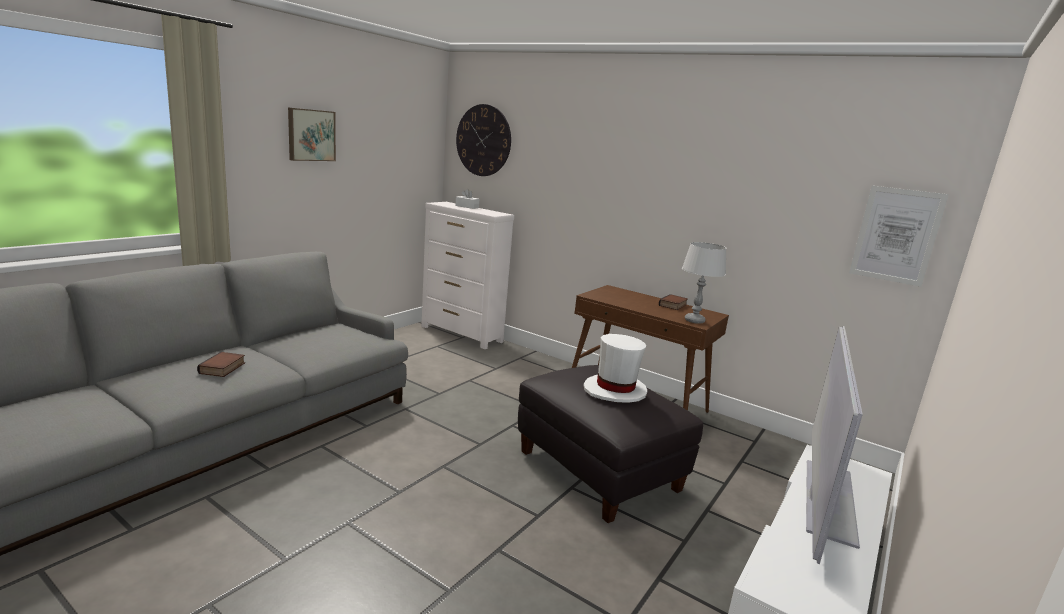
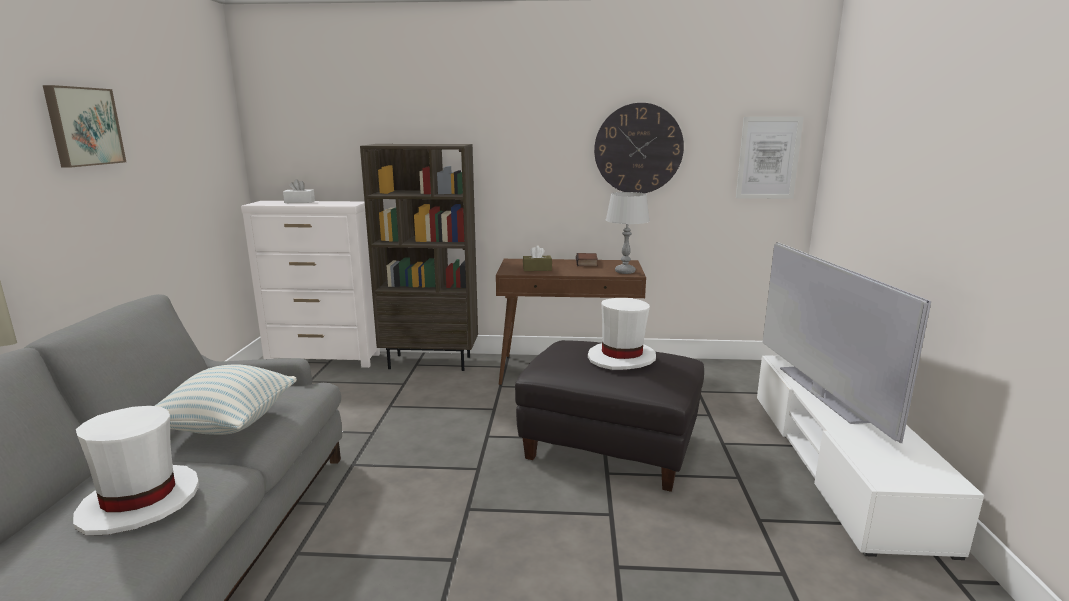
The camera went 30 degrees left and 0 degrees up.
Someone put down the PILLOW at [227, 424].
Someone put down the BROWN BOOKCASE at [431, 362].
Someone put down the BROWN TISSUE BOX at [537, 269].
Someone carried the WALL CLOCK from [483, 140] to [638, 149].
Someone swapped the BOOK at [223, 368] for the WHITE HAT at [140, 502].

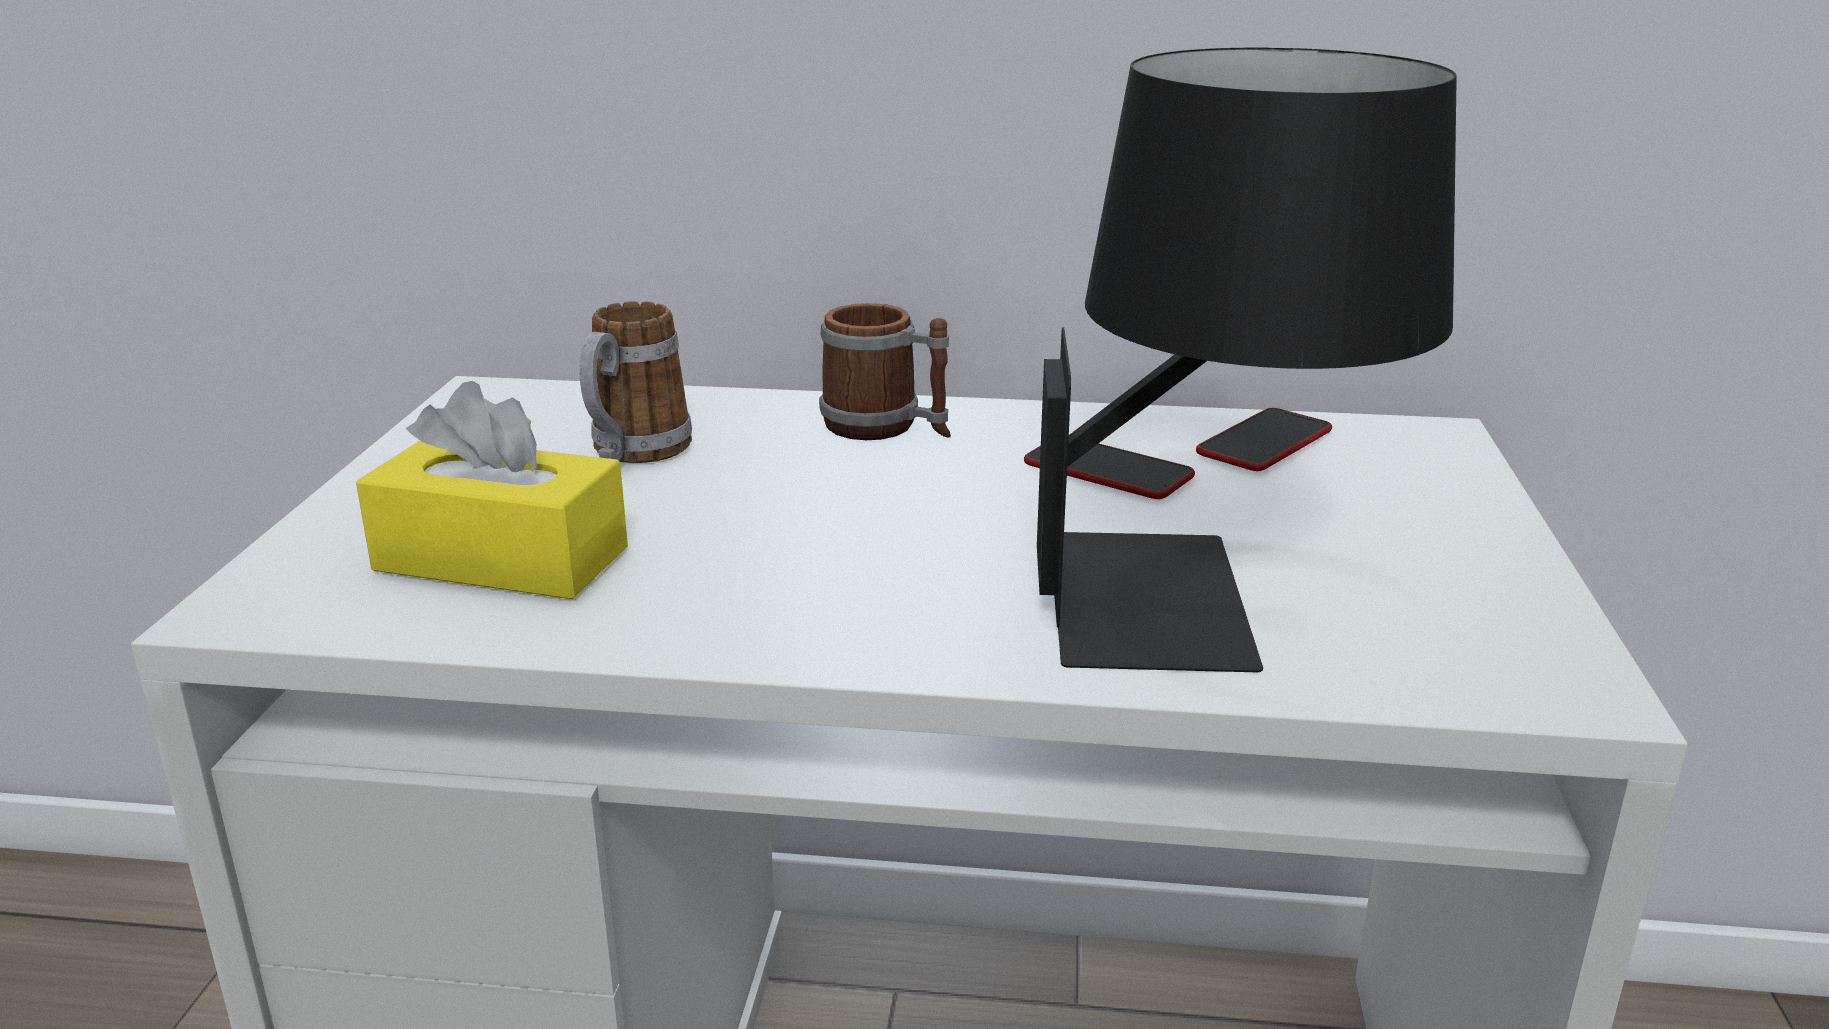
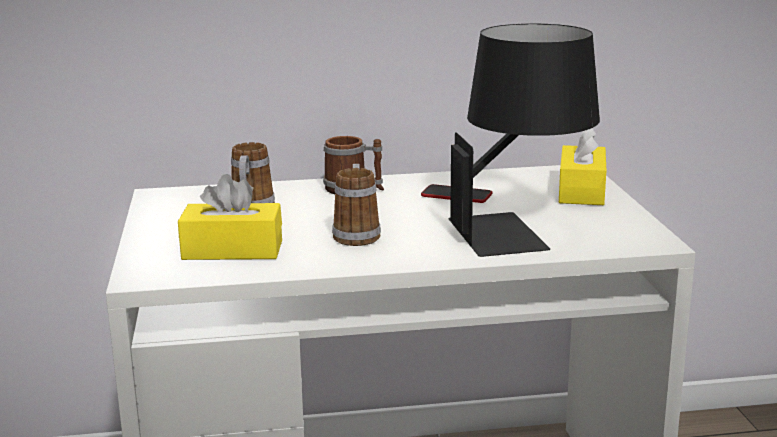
The camera went 15 degrees left and 5 degrees down.
Someone took away the PHONE at [1264, 442].
Someone put down the MUG at [356, 234].
Someone put down the YELLOW TISSUE BOX at [581, 191].

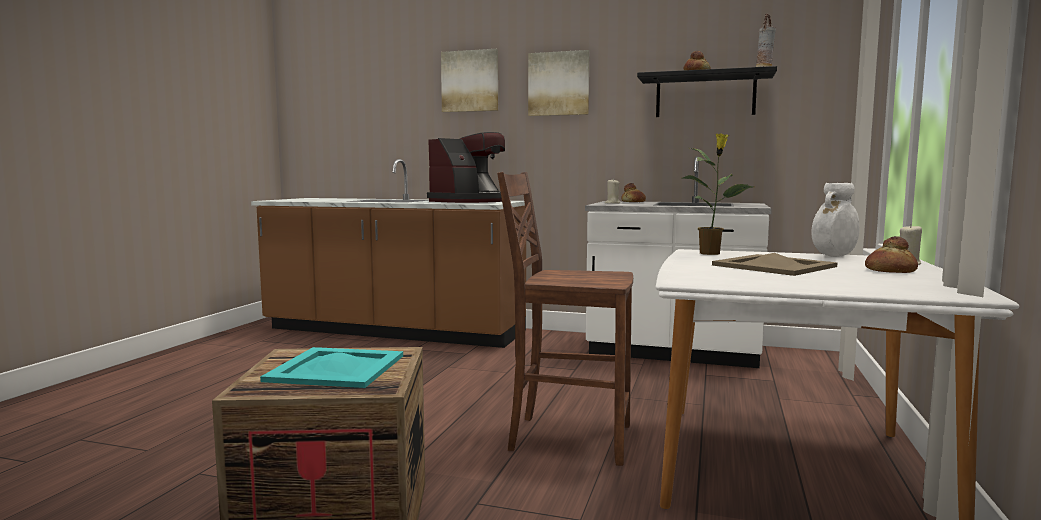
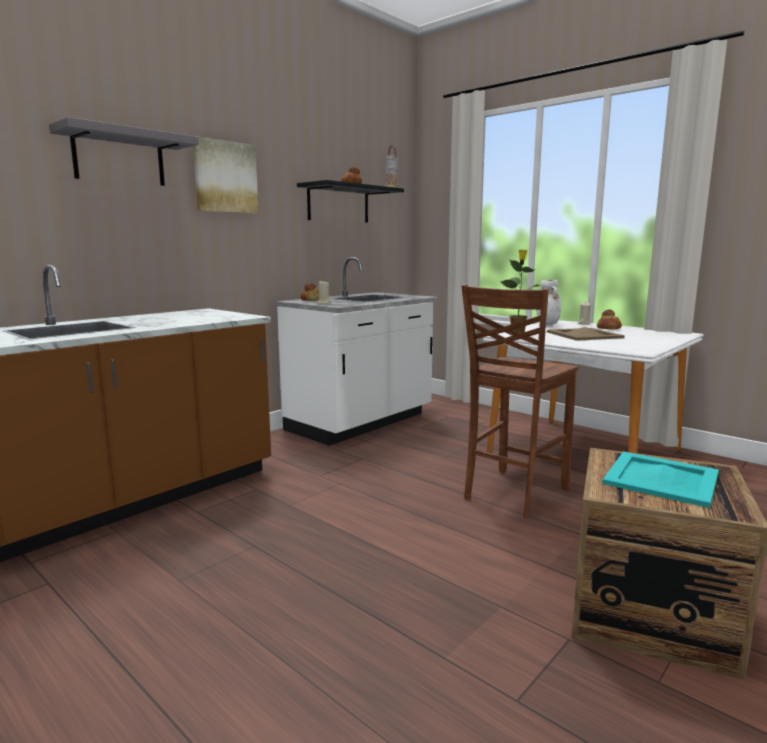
The camera went 65 degrees left and 5 degrees up.
Someone took away the COFFEE MACHINE at [470, 201].
Someone swapped the PICTURE at [470, 81] for the GREY SHELF at [119, 158].

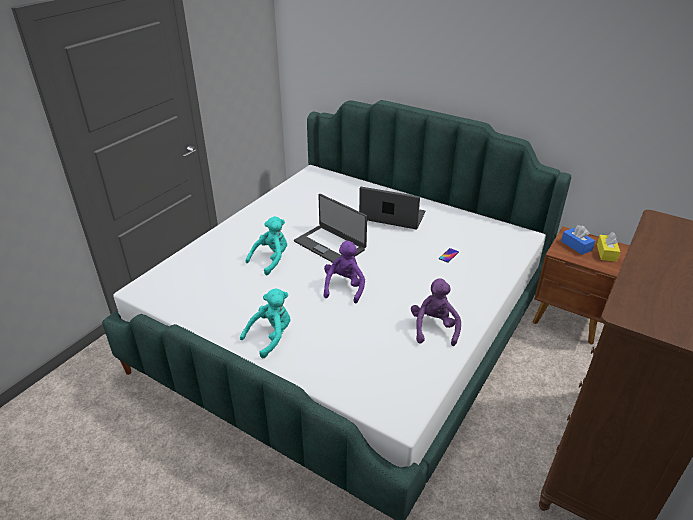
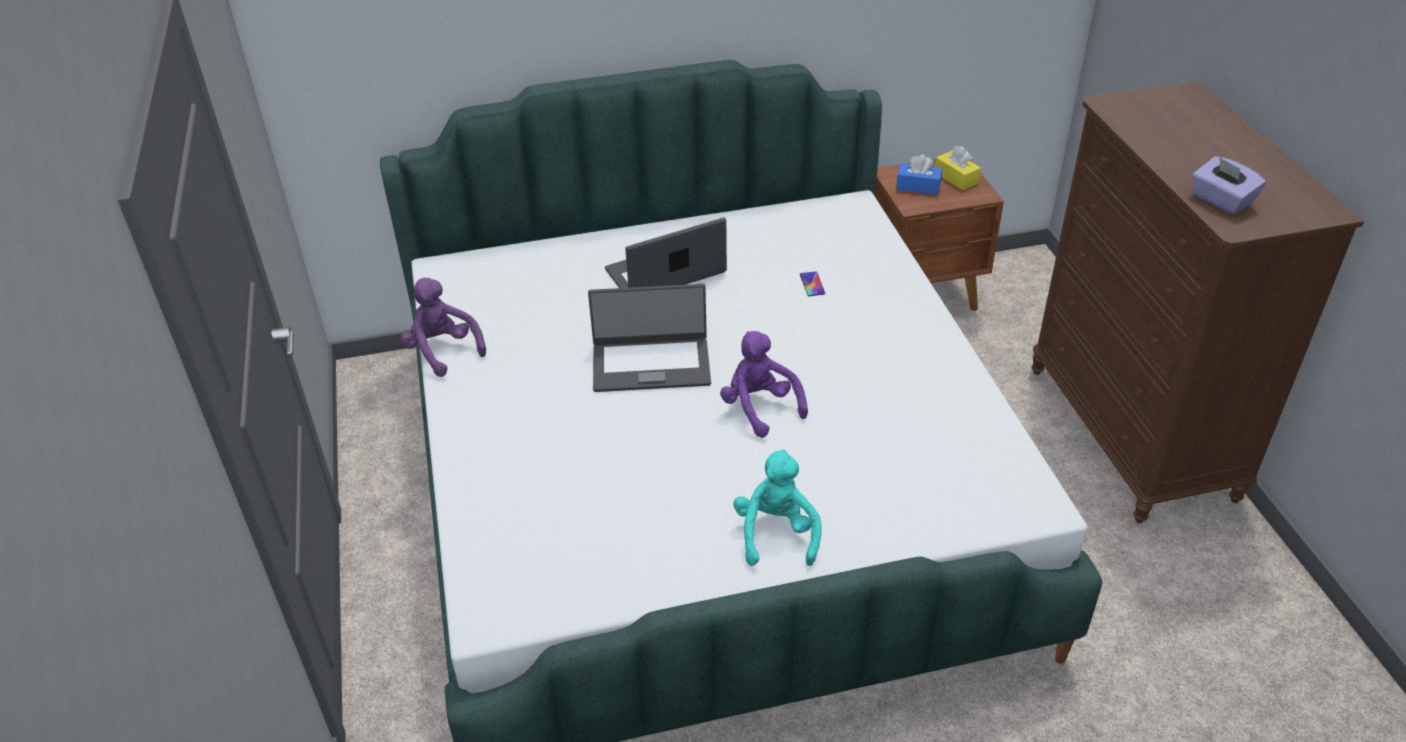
The camera went 45 degrees left and 5 degrees up.
Someone took away the TURQUOISE PLUSH TOY at [271, 260].
Someone put down the PURPLE TISSUE BOX at [1221, 200].
Someone carried the PURPLE PLUSH TOY from [434, 328] to [443, 351].

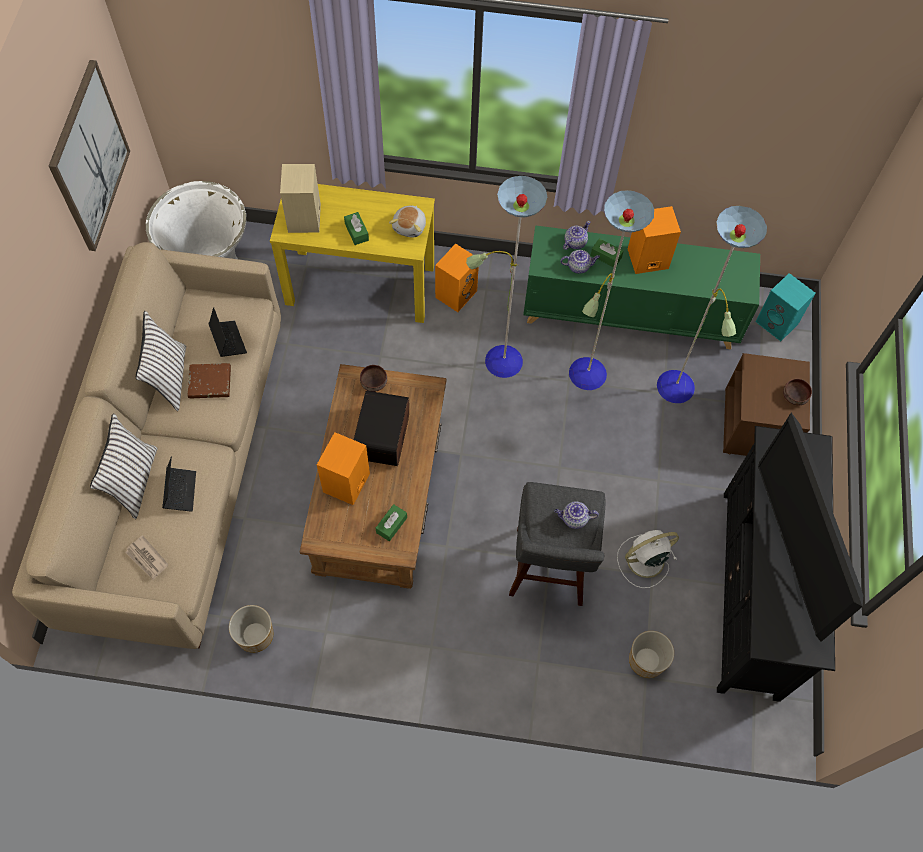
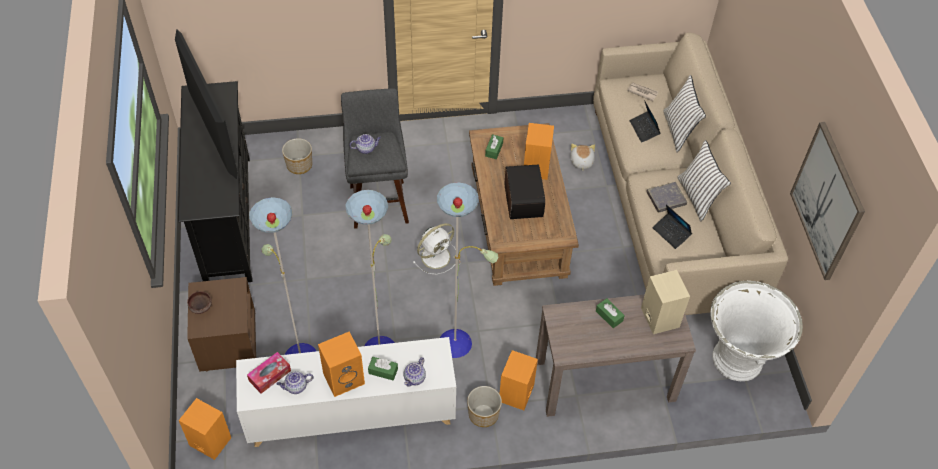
The camera went 165 degrees right and 10 degrees down.
Someone took away the BROWN BOWL at [373, 382].
Someone put down the TISSUE BOX at [270, 375].
Someone carried the PLANTER from [255, 635] to [483, 414].
Someone carried the PLUSH TOY from [410, 226] to [581, 162].
Someone carried the TEAPOT from [579, 266] to [296, 387].
Someone carried the WHITE FAN from [643, 560] to [437, 256].
Someone repainted the BROWN BOOK at [210, 382], which became the GREY BOOK at [666, 199].
Someone repainted the YELLOW CONSOLE TABLE at [361, 285], which became the BROWN CONSOLE TABLE at [604, 380].
Someone repainted the GREEN CABINET at [631, 315], which became the WHITE CABINET at [350, 414].
Someone repainted the TURQUOISE SPEAKER at [778, 323], which became the ORANGE SPEAKER at [209, 441].

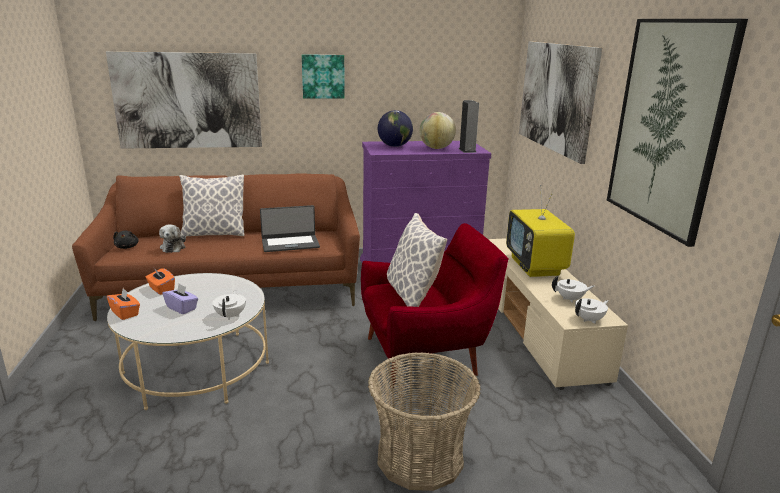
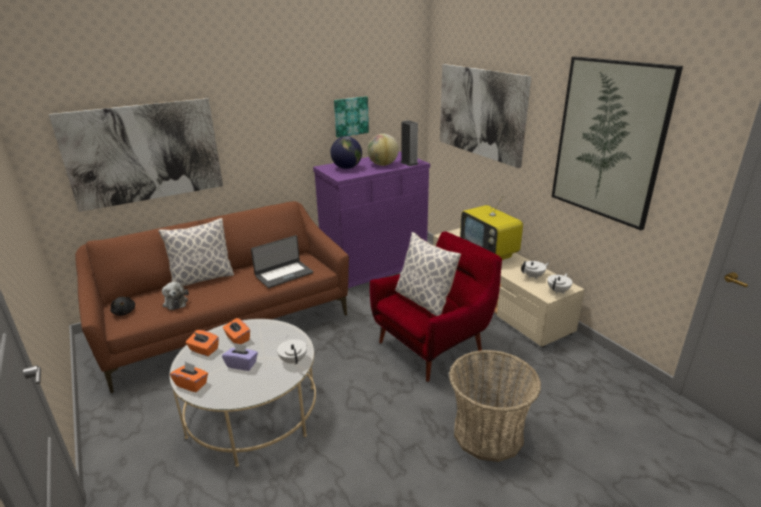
The camera went 20 degrees left and 5 degrees up.
Someone put down the ORANGE TISSUE BOX at [237, 338].
Someone carried the PICTURE from [323, 76] to [350, 116].

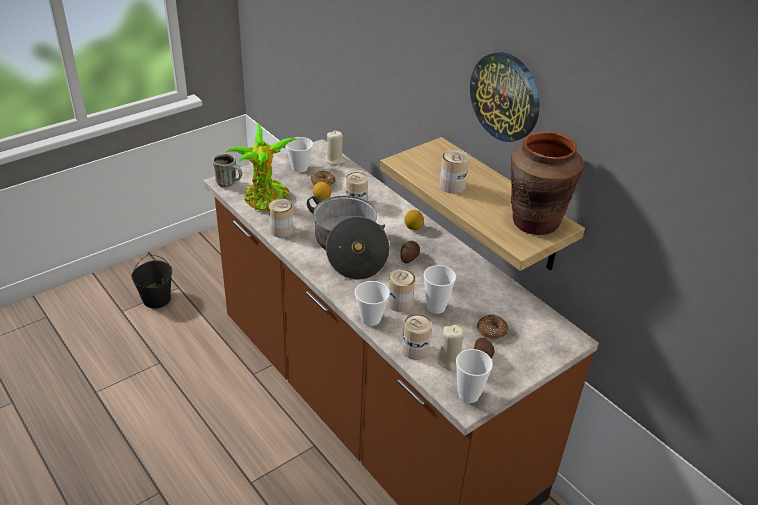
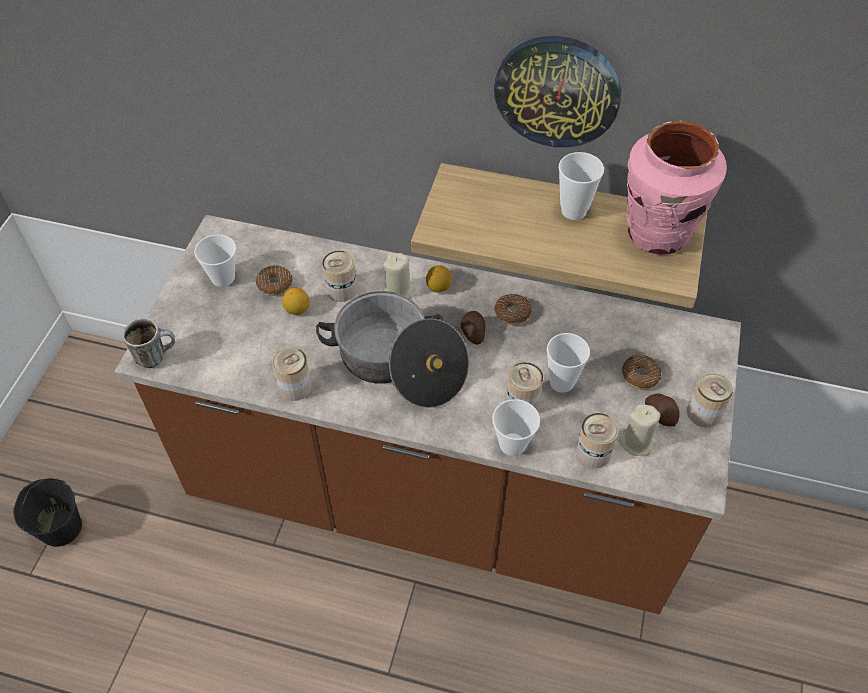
The camera went 35 degrees left and 15 degrees up.
Someone took away the POTTED PLANT at [266, 201].
Someone put down the DONUT at [512, 313].
Someone carried the BEIGE CANDLE from [335, 160] to [398, 291].
Someone carried the CAN from [452, 186] to [703, 412].
Someone carried the CUP from [468, 395] to [573, 211].
Someone repainted the BROWN VASE at [534, 222], which became the PINK VASE at [657, 234].

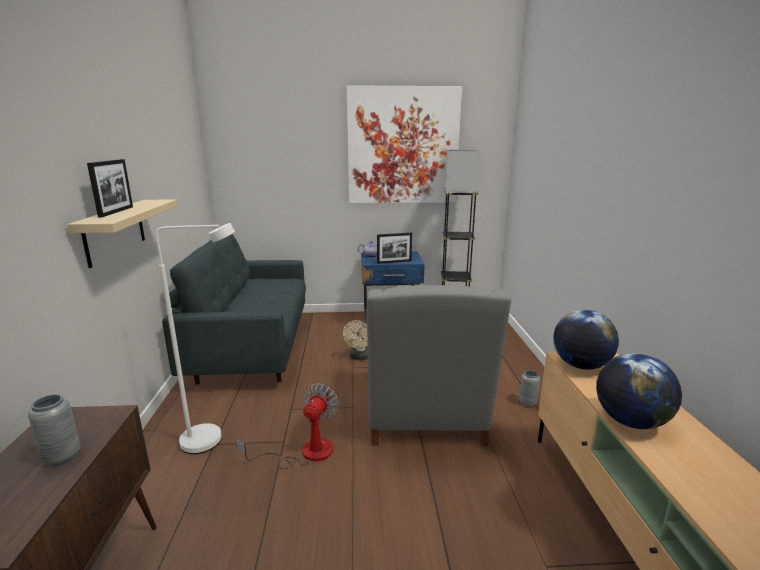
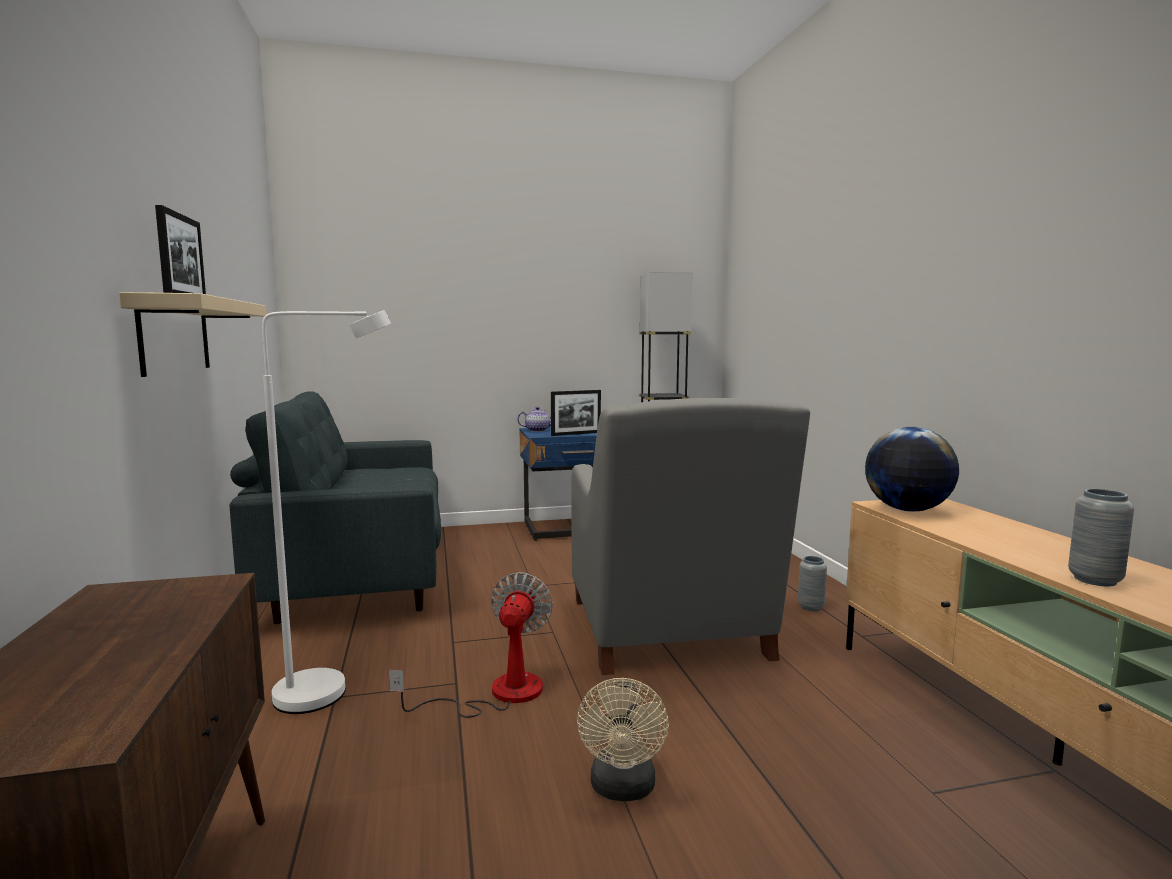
The camera went 10 degrees left and 10 degrees down.
Someone took away the PICTURE at [403, 146].
Someone took away the GLOBE at [630, 421].
Someone carried the GREY VASE from [62, 457] to [1095, 580].
Someone carried the BEIGE FAN from [359, 357] to [623, 789].

